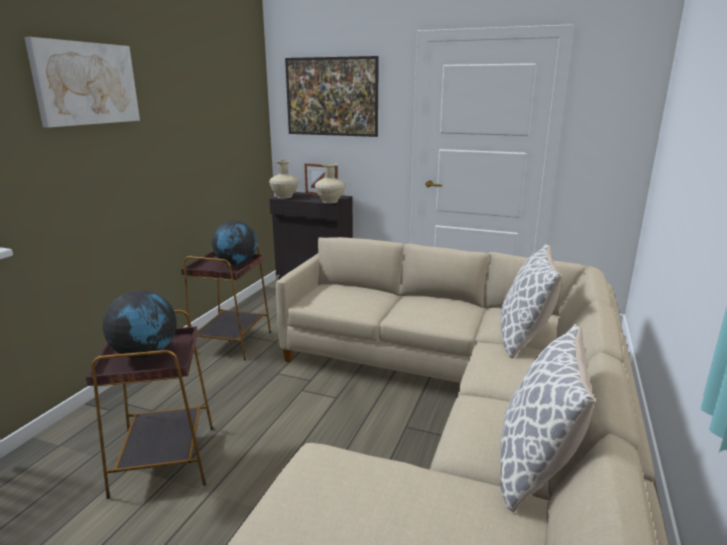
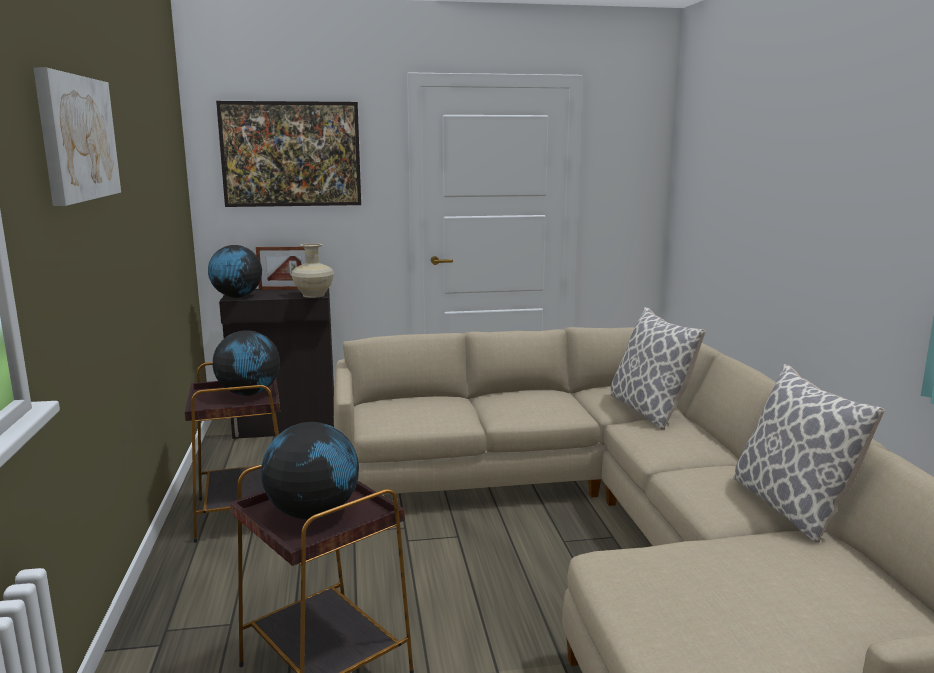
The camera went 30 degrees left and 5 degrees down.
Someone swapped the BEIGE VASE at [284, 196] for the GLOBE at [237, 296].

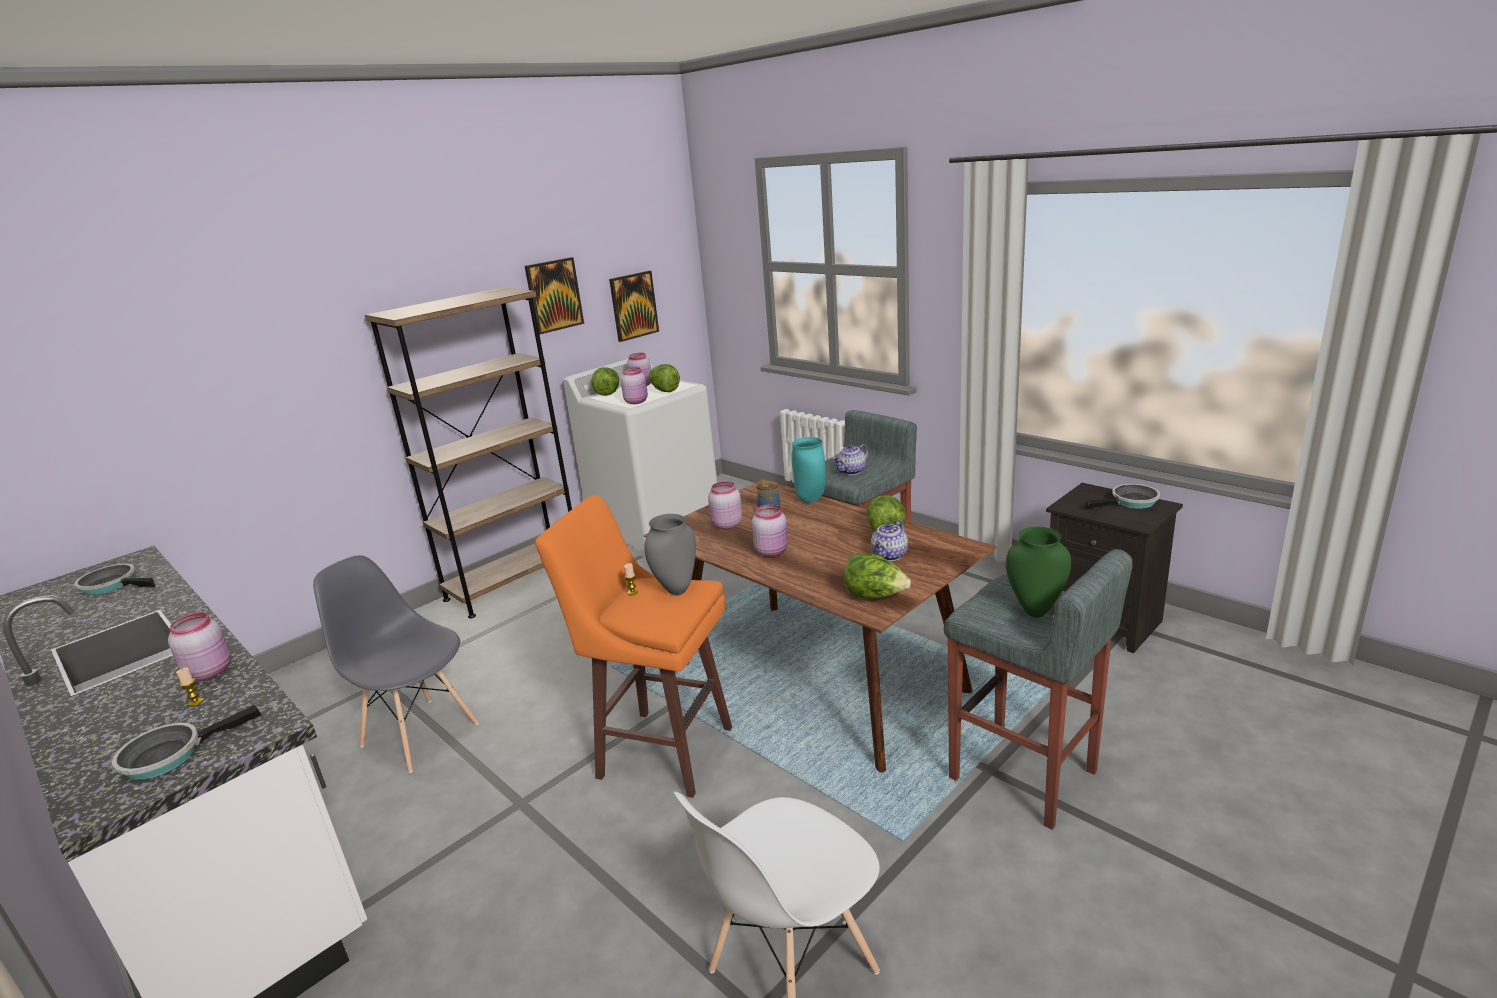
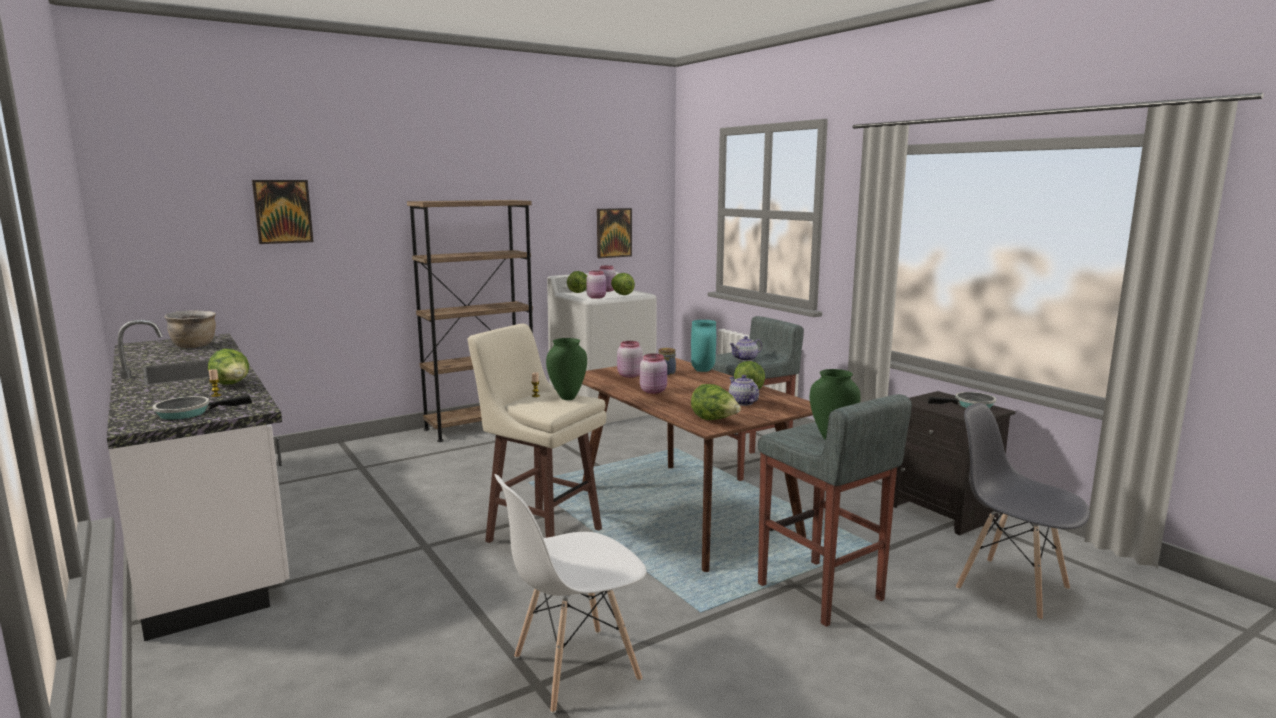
The camera went 10 degrees right and 10 degrees down.
Someone carried the GREY CHAIR from [419, 734] to [1011, 587].
Someone carried the PICTURE from [554, 295] to [283, 211].
Someone swapped the FRYING PAN at [113, 585] for the BROWN COOKING POT at [194, 346].
Someone swapped the PINK JAR at [210, 671] for the LETTUCE at [232, 385].
Someone repainted the ORANGE STOOL at [662, 751], which became the BEIGE STOOL at [542, 534].
Someone repainted the GREY VASE at [676, 590], which became the GREEN VASE at [567, 398].
Someone rotated the TEAPOT at [890, 556] by 105 degrees clockwise.

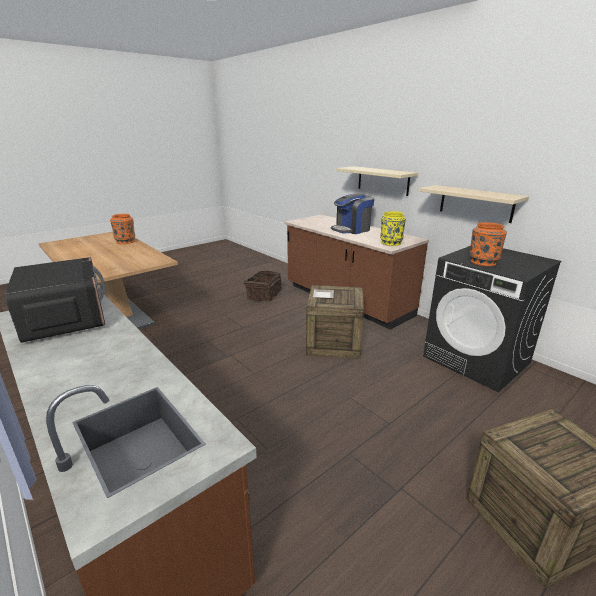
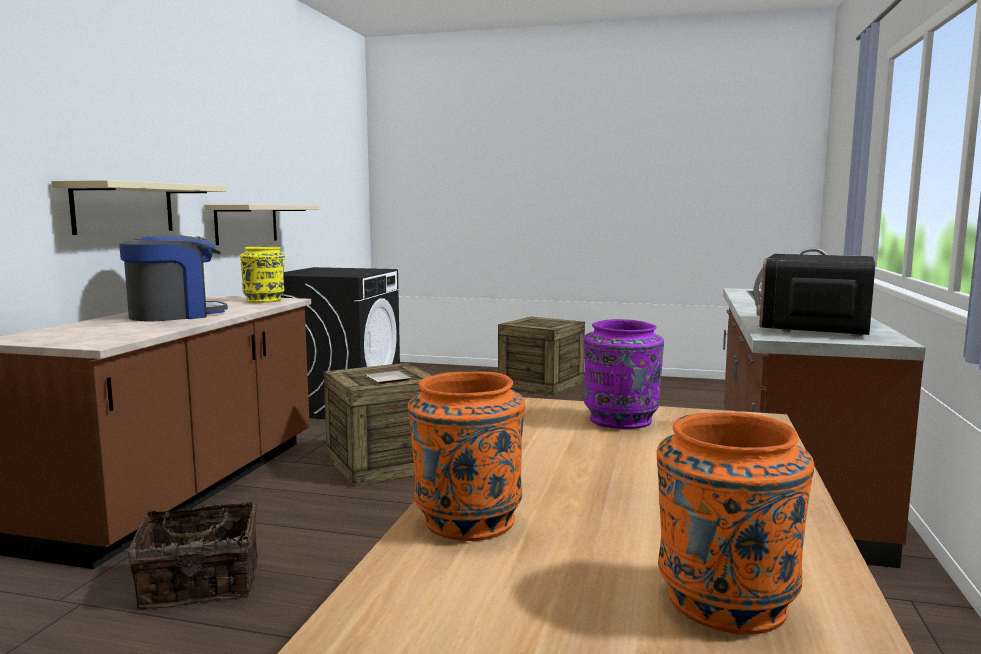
The camera went 125 degrees left and 15 degrees down.
Someone put down the PURPLE VASE at [621, 421].
Someone carried the ORANGE VASE from [482, 262] to [725, 603].
Someone rotated the COFFEE MACHINE at [351, 229] by 60 degrees counterclockwise.

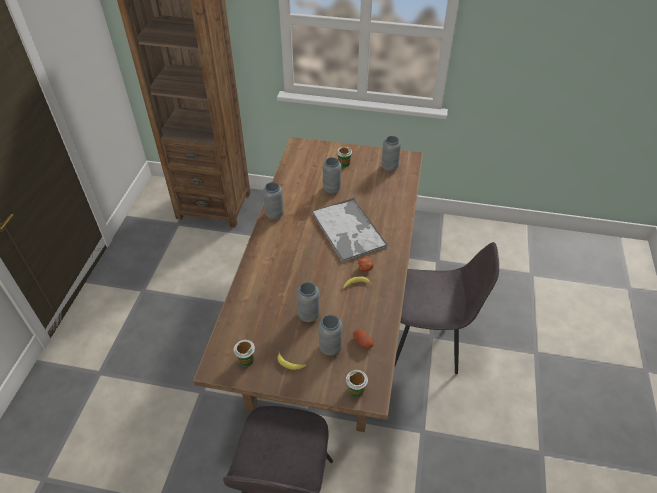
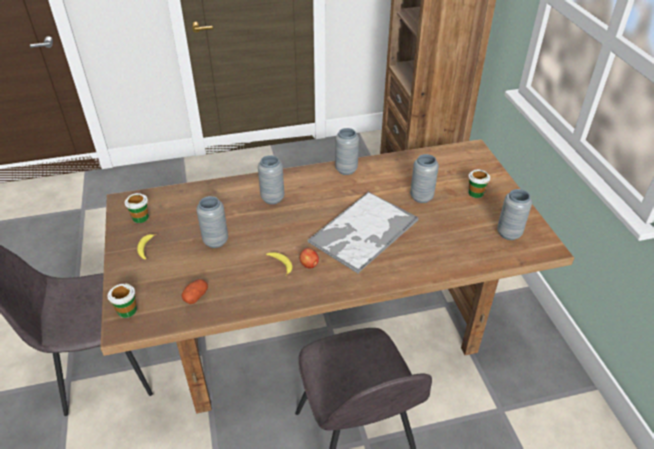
The camera went 65 degrees right and 5 degrees down.
Someone carried the GREY VASE from [330, 348] to [272, 198].

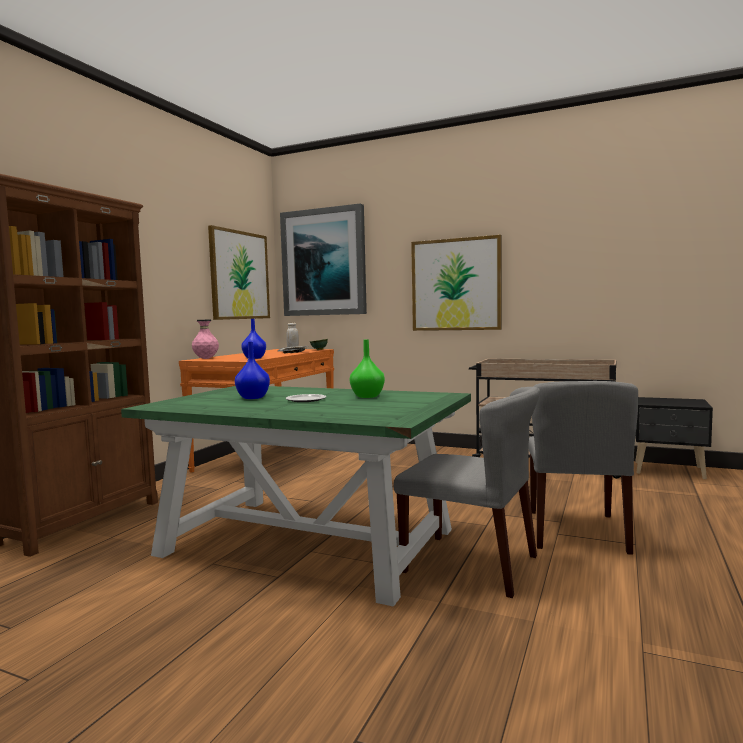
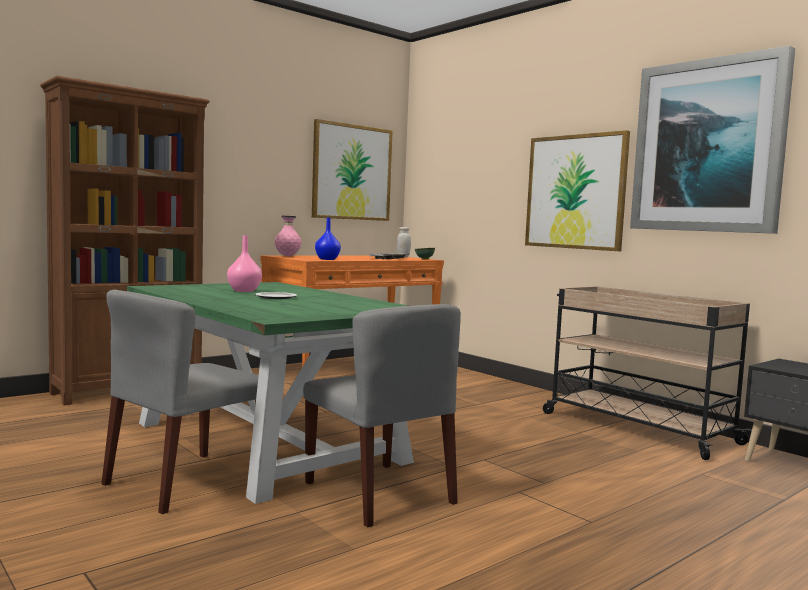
The camera went 25 degrees right and 0 degrees up.
Someone took away the GREEN VASE at [367, 396].
Someone carried the PICTURE from [324, 262] to [708, 146].
Someone carried the GREY CHAIR from [577, 531] to [184, 481].
Someone repainted the BLUE VASE at [252, 397], which became the PINK VASE at [243, 291].

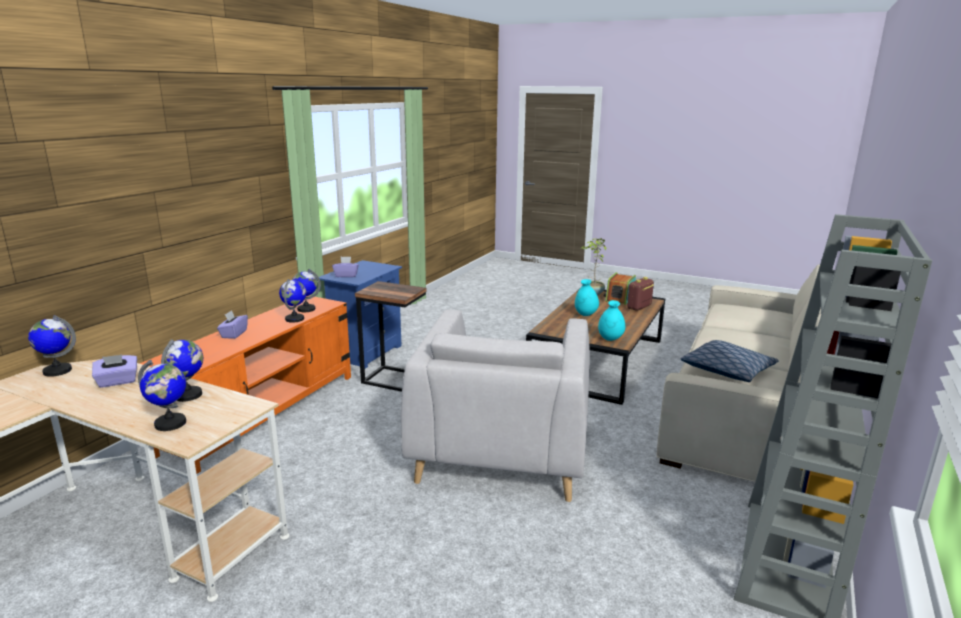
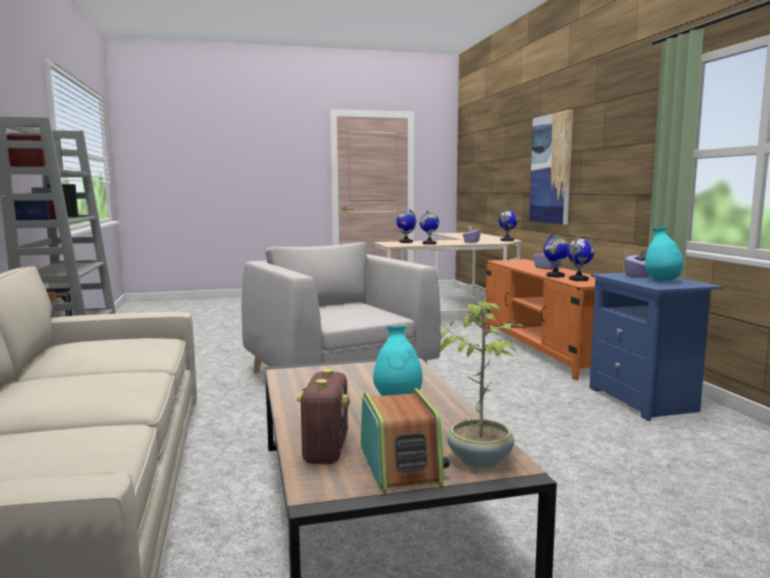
The camera went 140 degrees right and 10 degrees down.
Someone took away the SIDE TABLE at [394, 379].
Someone took away the PILLOW at [728, 370].
Someone put up the PICTURE at [551, 169].
Someone carried the TURQUOISE VASE from [610, 339] to [662, 281].

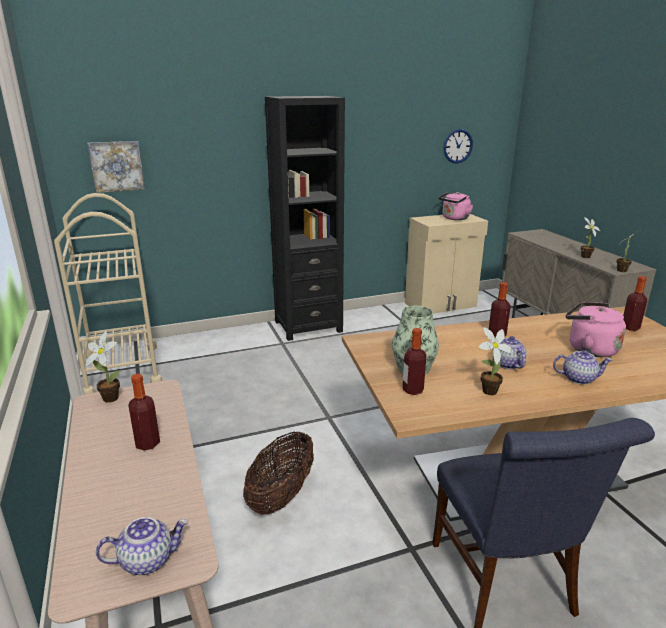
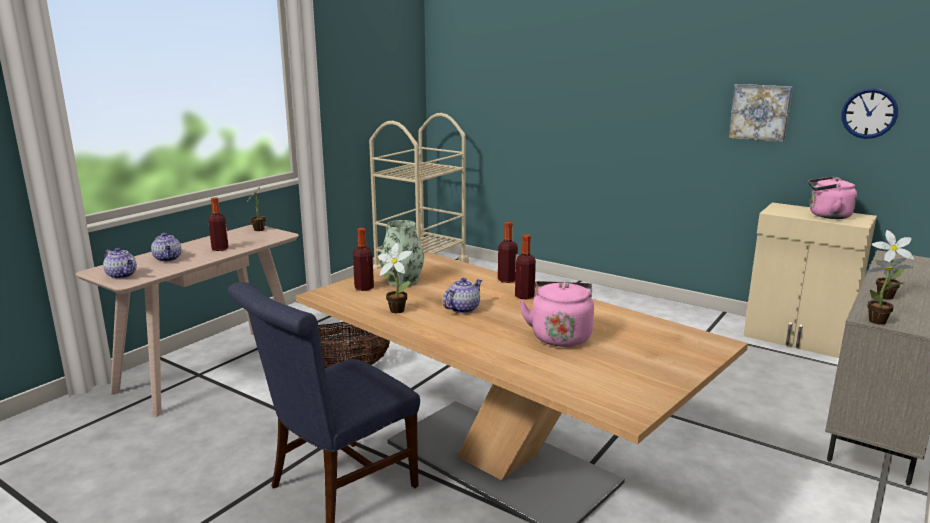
The camera went 55 degrees right and 5 degrees down.
Someone took away the BLACK BOOKCASE at [308, 326].
Someone carried the PICTURE from [117, 166] to [760, 112].
Someone carried the TEAPOT from [579, 378] to [168, 259].
Someone carried the BOTTLE from [630, 327] to [507, 280].

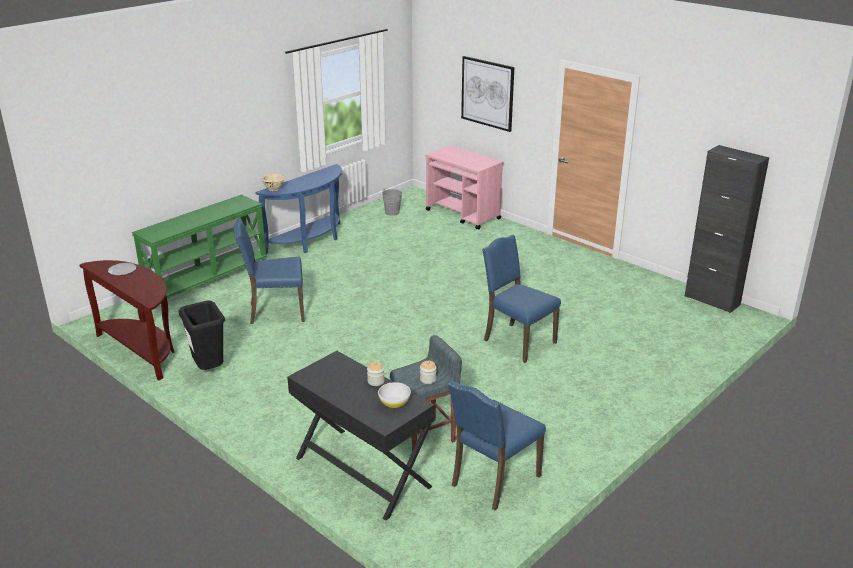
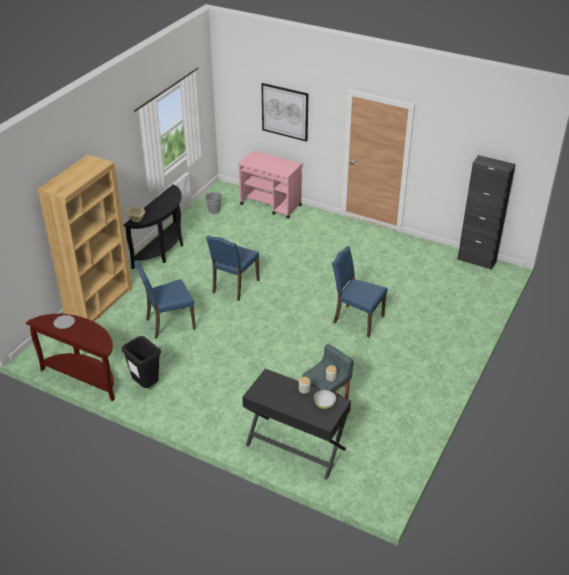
The camera went 15 degrees left and 10 degrees up.
Someone carried the BLUE CHAIR from [493, 480] to [234, 286].
Someone swapped the GREEN CONSOLE TABLE at [207, 280] for the BROWN BOOKCASE at [99, 302].
Someone repainted the BLUE CONSOLE TABLE at [310, 241], which became the BLACK CONSOLE TABLE at [163, 251].

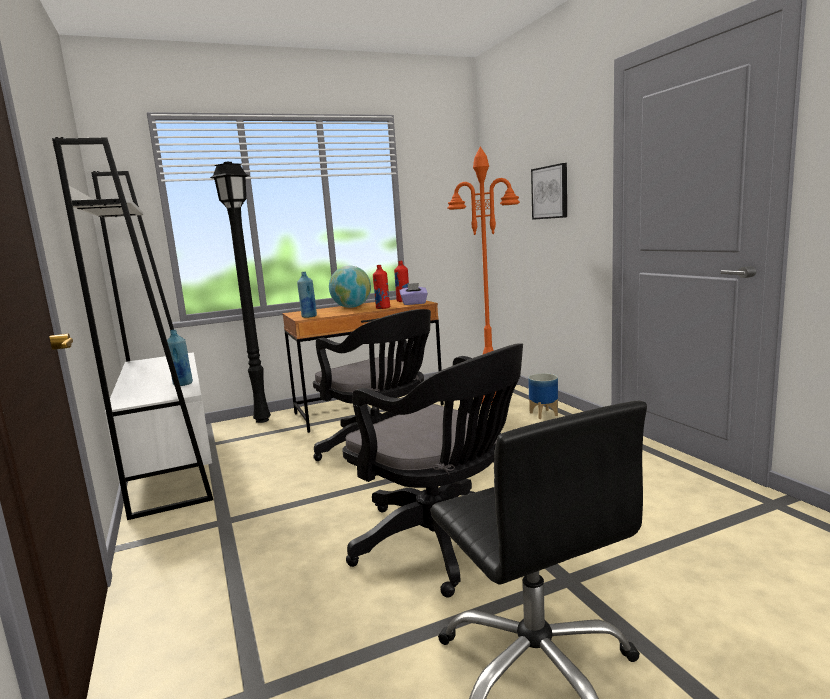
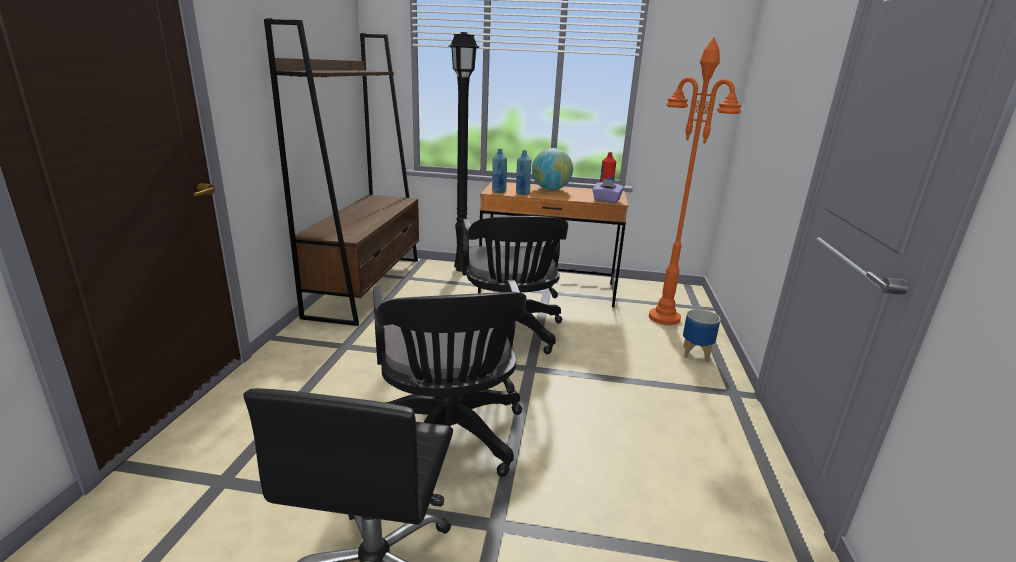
The camera went 30 degrees right and 10 degrees up.
Someone took away the RED BOTTLE at [382, 308].
Someone took away the PICTURE at [550, 192].
Someone carried the BLUE BOTTLE from [182, 384] to [522, 193].
Someone repainted the WHITE BOOKCASE at [172, 464], which became the BROWN BOOKCASE at [367, 285].

